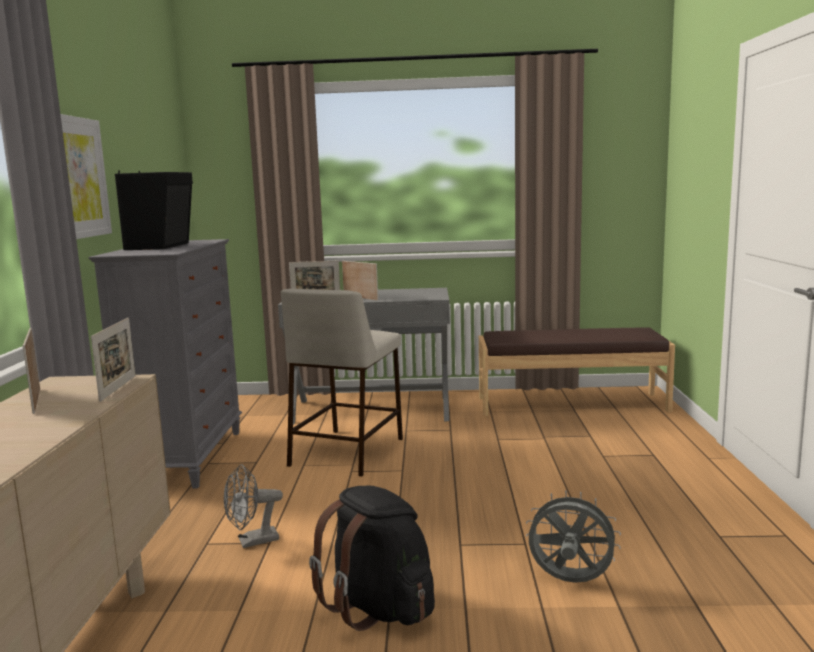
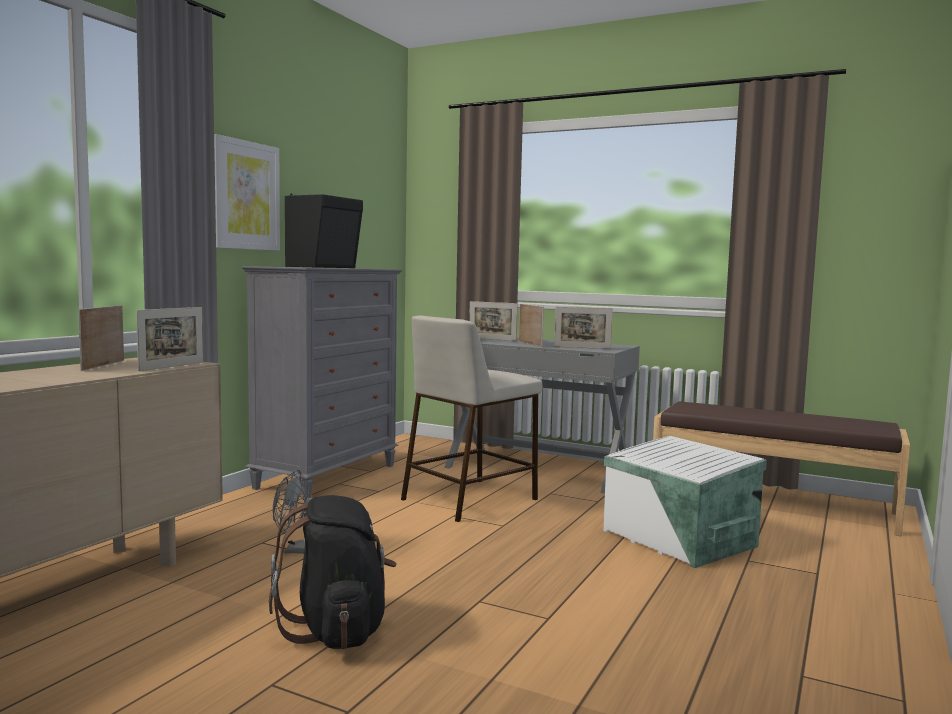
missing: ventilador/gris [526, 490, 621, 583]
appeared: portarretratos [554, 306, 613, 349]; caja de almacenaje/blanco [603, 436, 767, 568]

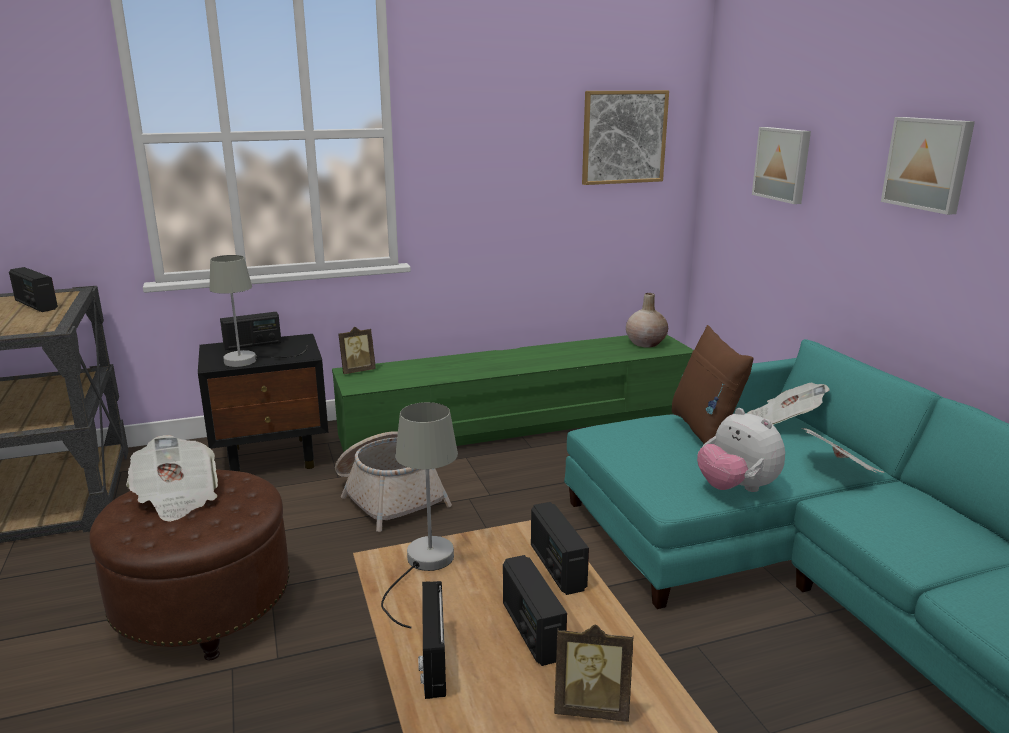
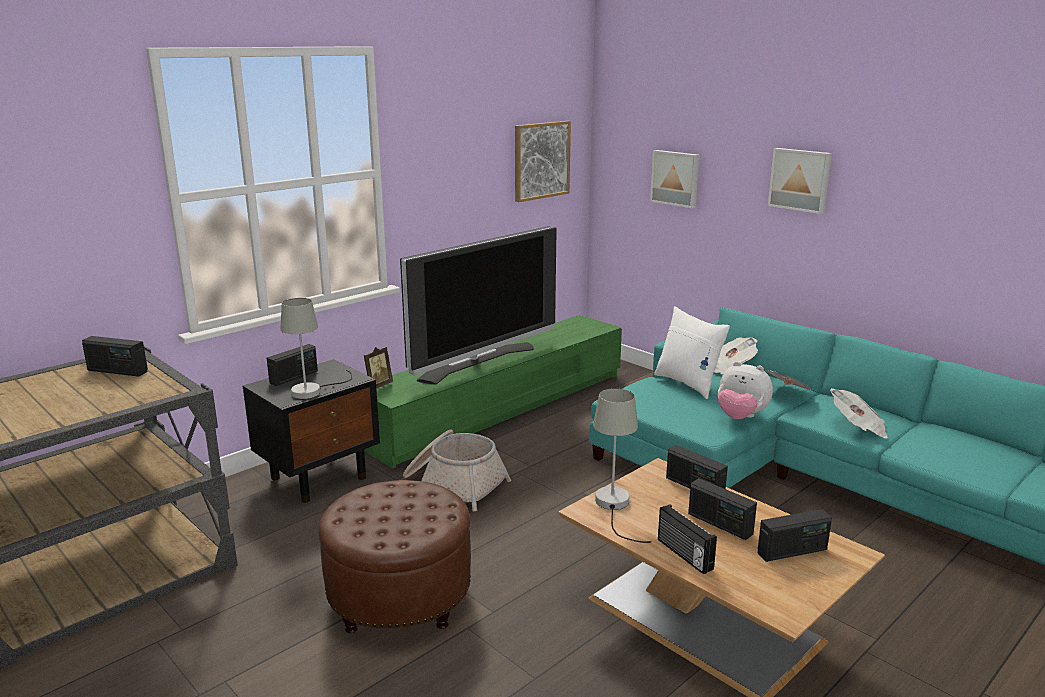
missing: florero/beis [626, 293, 668, 348]
appeared: televisor [400, 226, 557, 384]
relocated: periódico [126, 435, 218, 522] to [830, 388, 887, 438]
exchanged: portarretratos [554, 624, 634, 722] to radio [758, 509, 832, 562]
colour: cojín/marrón [672, 325, 753, 444] to cojín/blanco [654, 306, 730, 399]

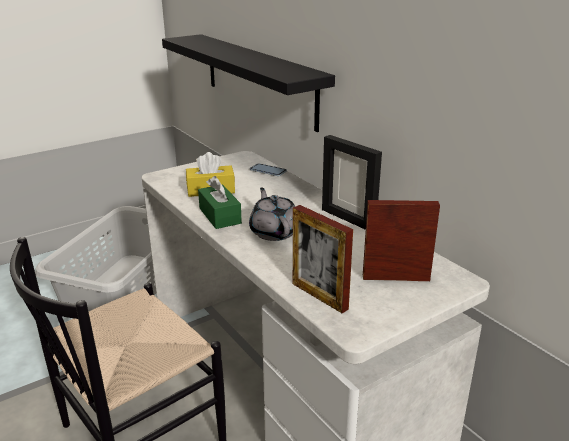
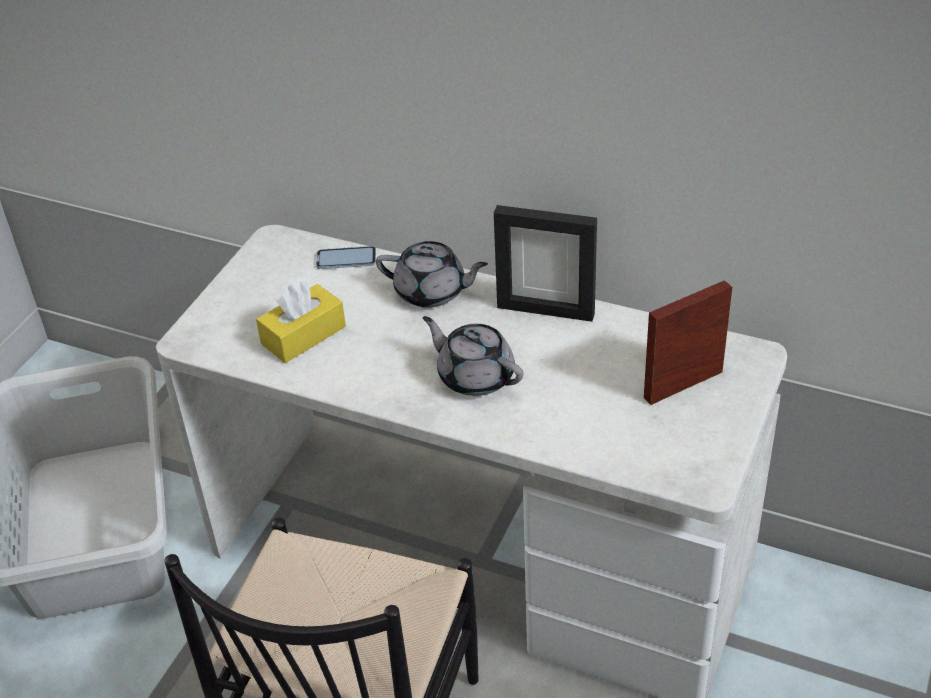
missing: estante/negro [162, 34, 335, 132]; caja de pañuelos/verde [198, 176, 242, 229]; portarretratos [293, 205, 353, 313]
appeared: tetera/gris [376, 241, 488, 308]

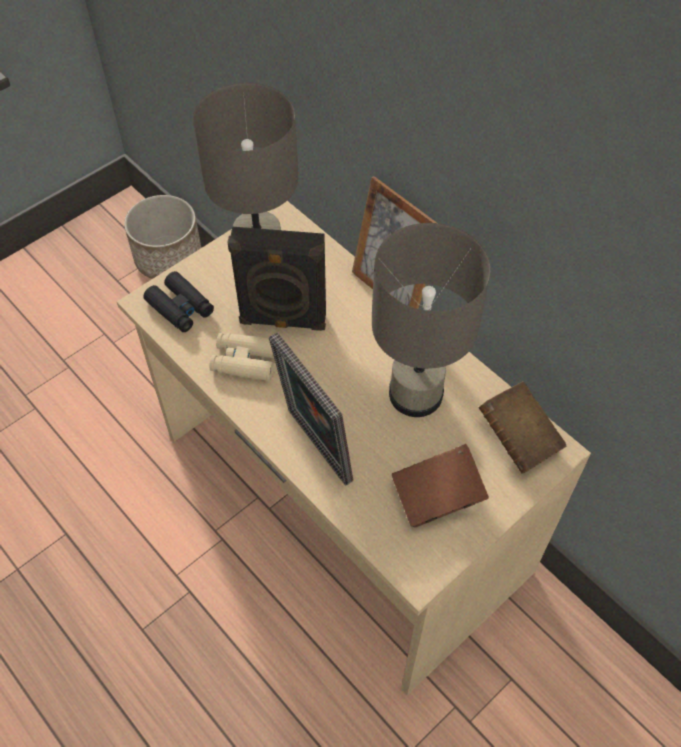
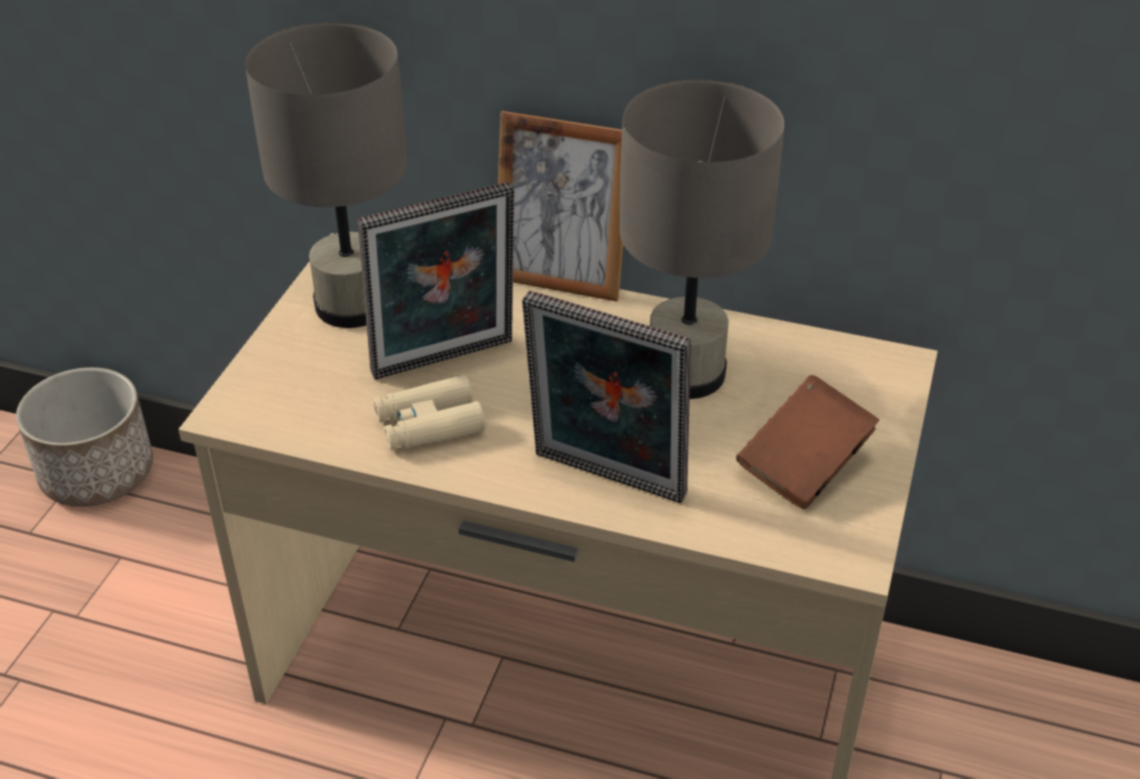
missing: prismáticos/negro [143, 271, 214, 332]; libro/marrón [479, 381, 566, 474]
exchanged: altavoz/negro [227, 227, 326, 331] to portarretratos [358, 182, 514, 380]

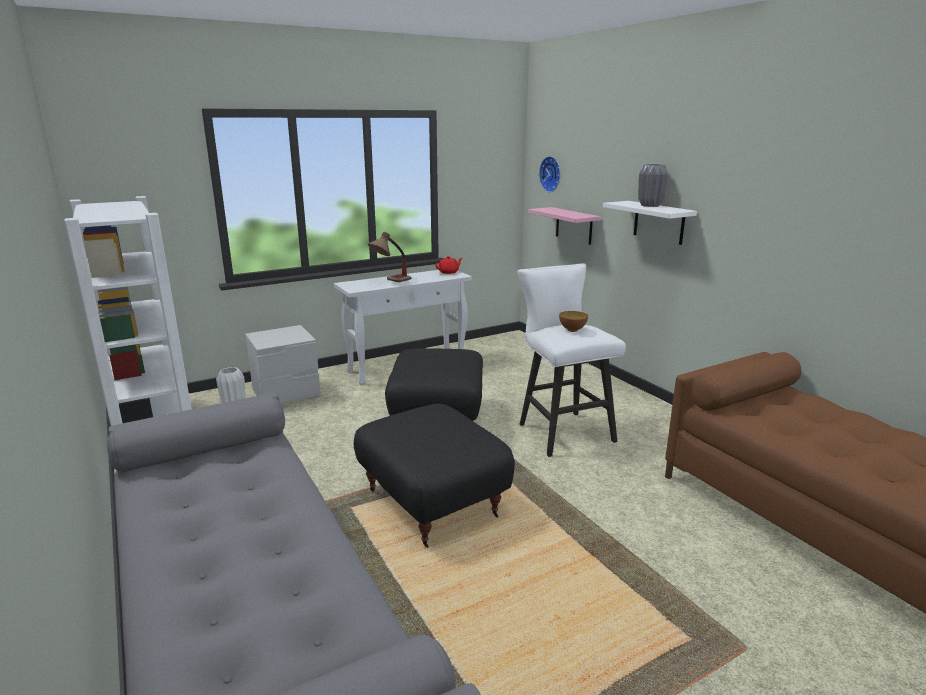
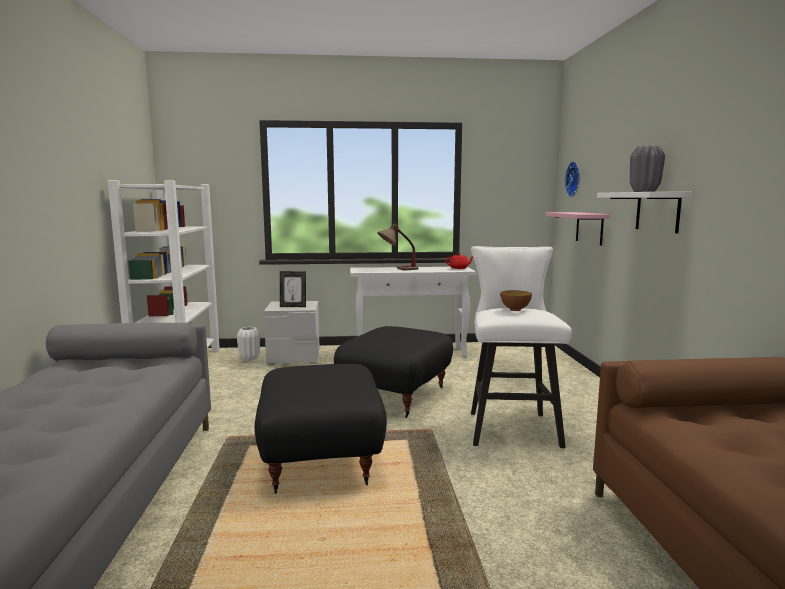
appeared: portarretratos [280, 271, 306, 307]

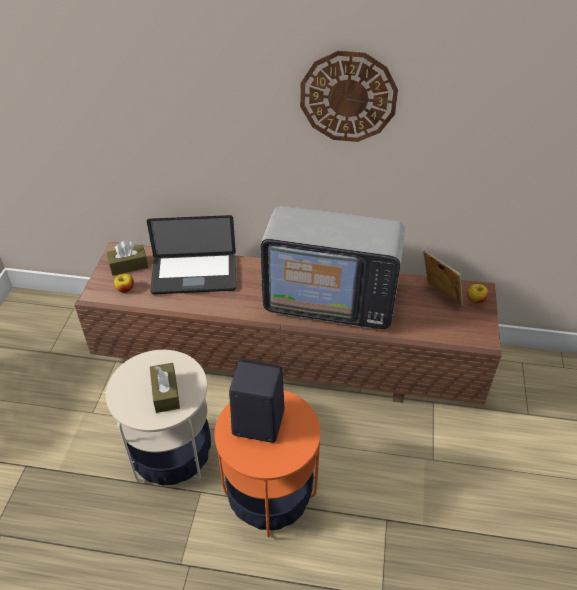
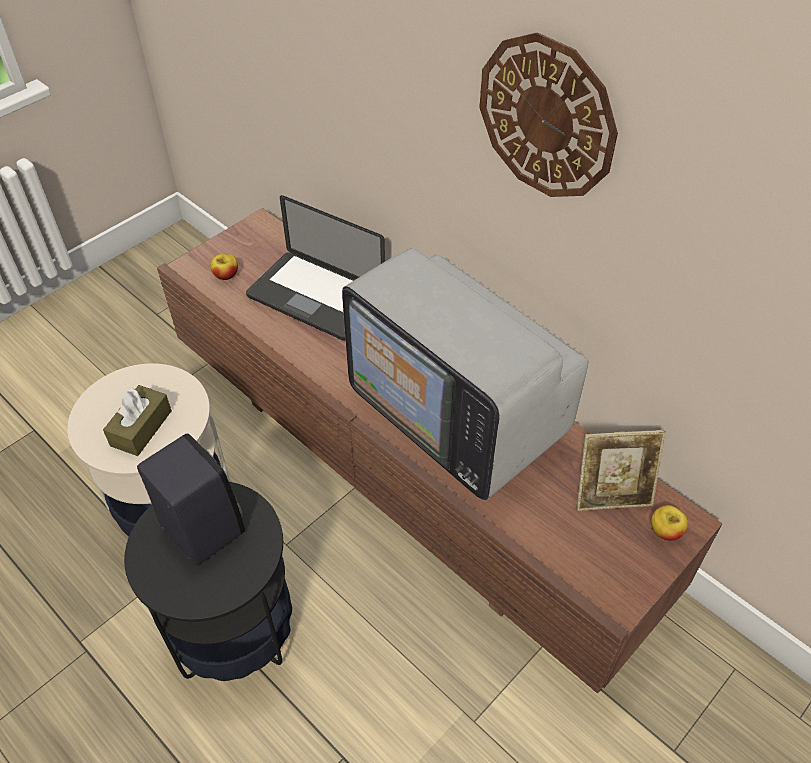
missing: caja de pañuelos/marrón [107, 241, 148, 275]
colour: mesa auxiliar/naranja [214, 390, 321, 537] to mesa auxiliar/negro [124, 482, 292, 681]
spun: portarretratos [423, 250, 463, 305] = [576, 430, 666, 511] 90 degrees clockwise

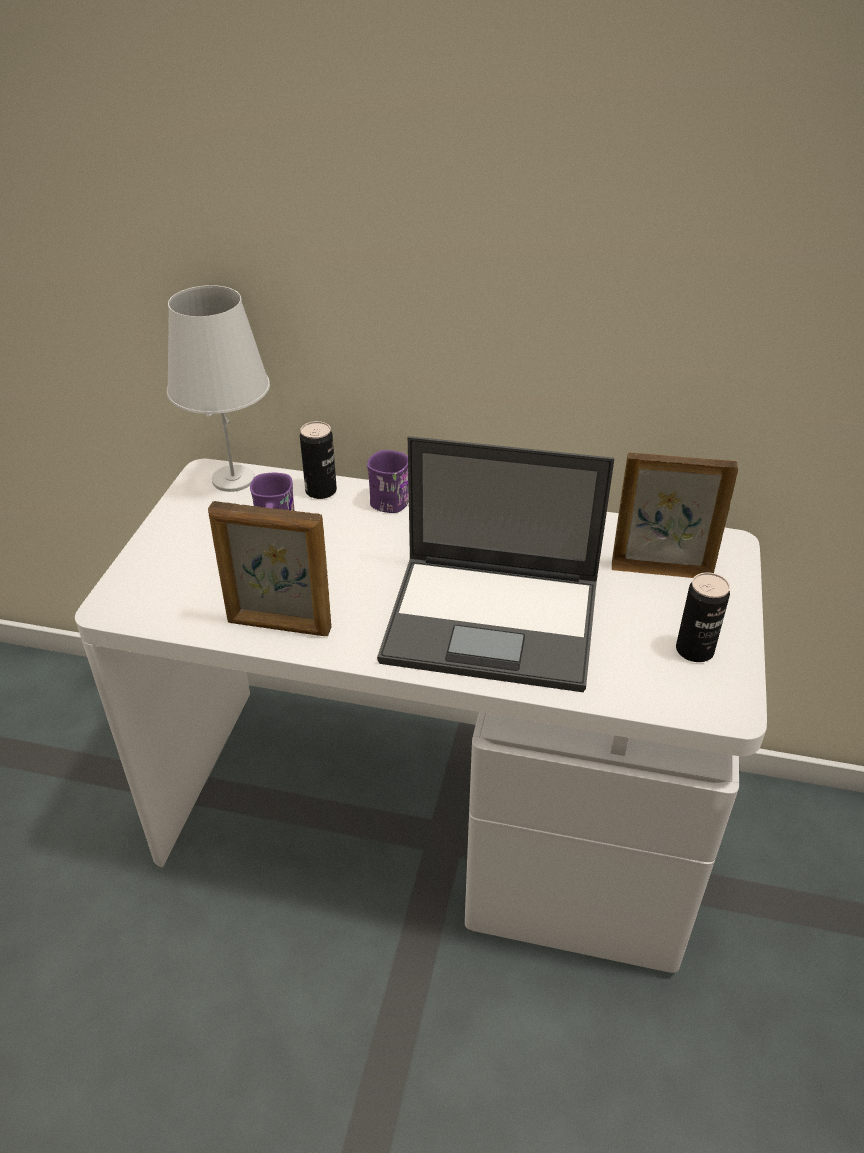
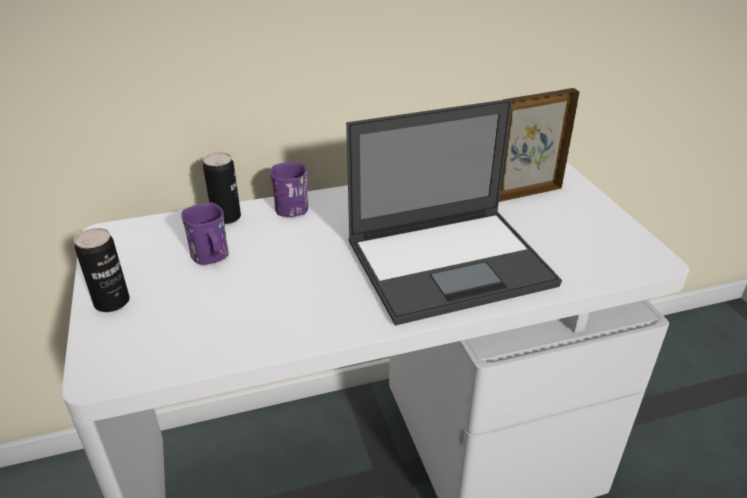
missing: lámpara de mesa/blanco [167, 285, 270, 492]; portarretratos [208, 501, 331, 636]
relocated: lata [676, 573, 730, 662] to [74, 228, 130, 312]

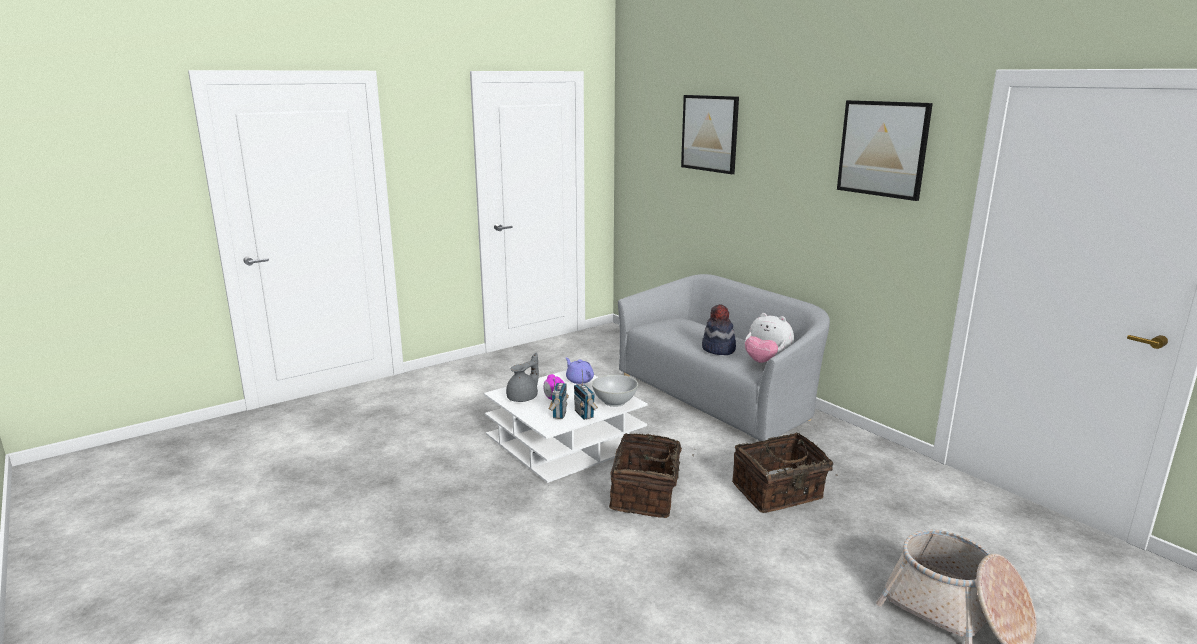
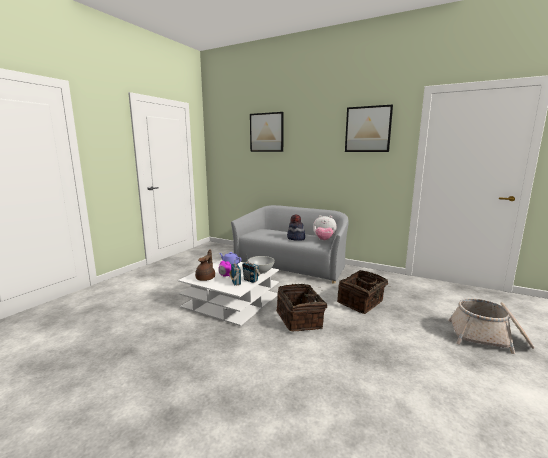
colour: tetera/gris [506, 353, 539, 402] to tetera/marrón [195, 249, 215, 281]

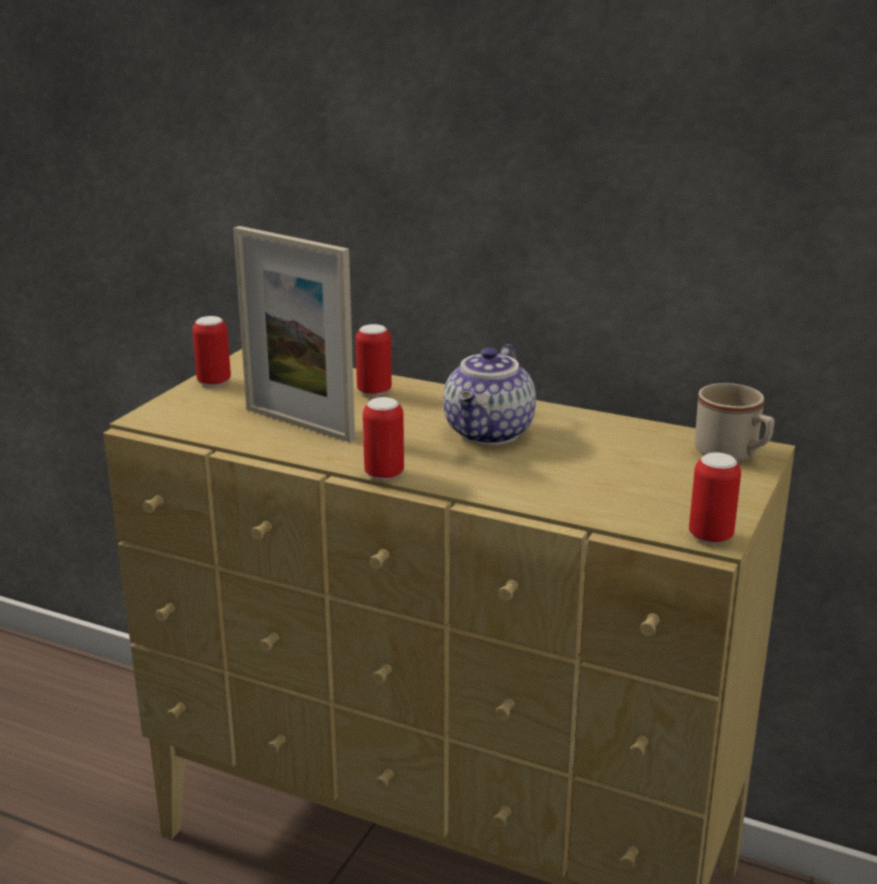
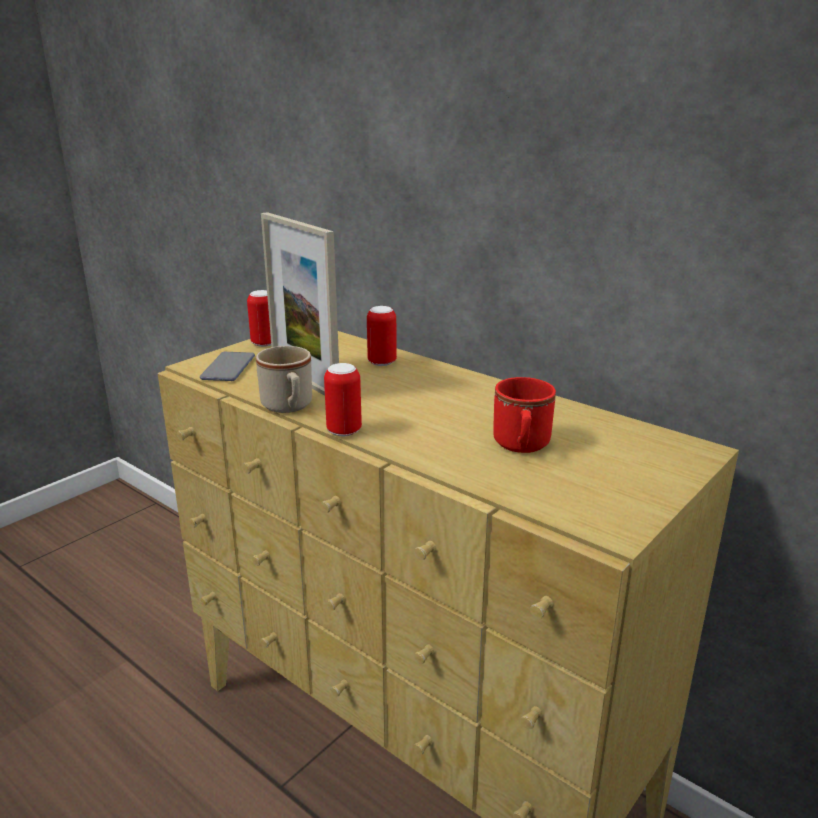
missing: tetera [443, 344, 536, 445]; lata [689, 452, 741, 544]
appeared: móvil [200, 352, 255, 381]; taza grande/rojo [493, 377, 556, 453]
relocated: taza grande/beis [695, 383, 775, 462] to [256, 346, 312, 413]

